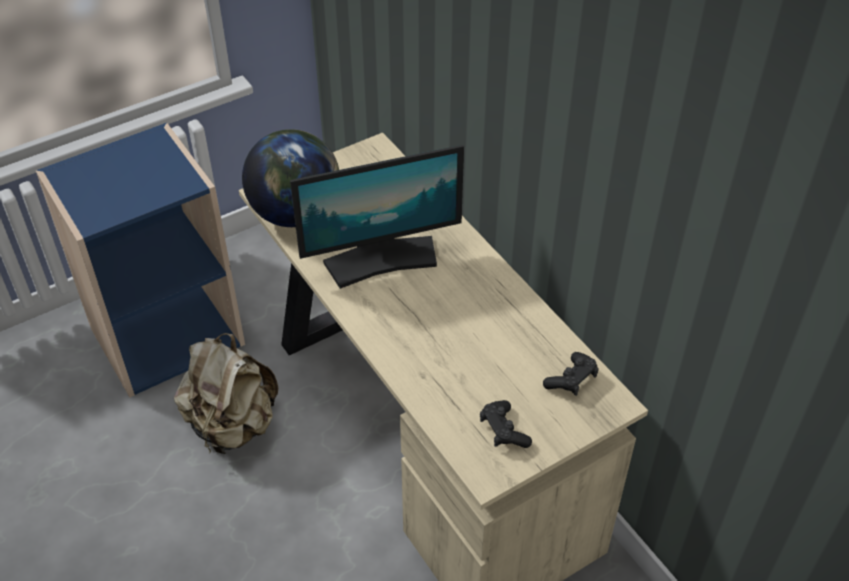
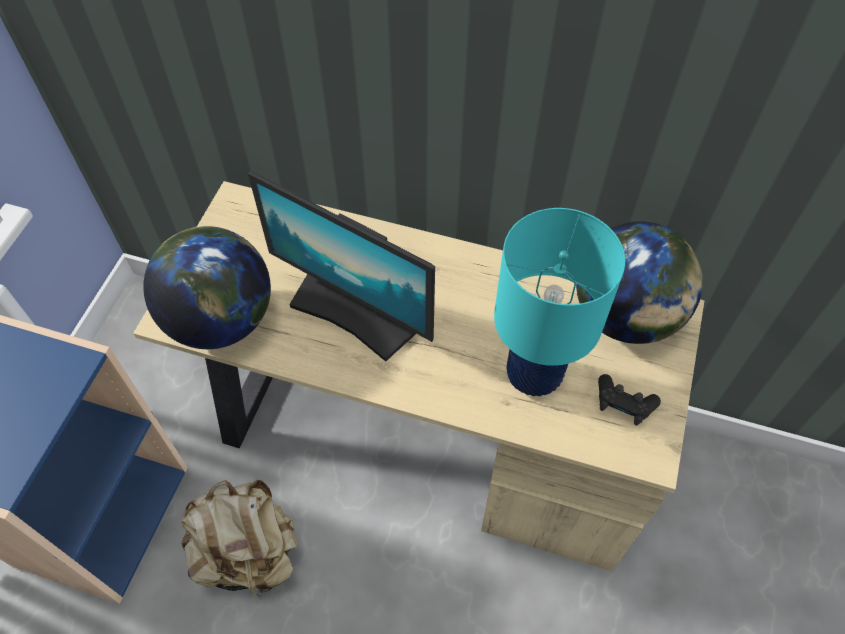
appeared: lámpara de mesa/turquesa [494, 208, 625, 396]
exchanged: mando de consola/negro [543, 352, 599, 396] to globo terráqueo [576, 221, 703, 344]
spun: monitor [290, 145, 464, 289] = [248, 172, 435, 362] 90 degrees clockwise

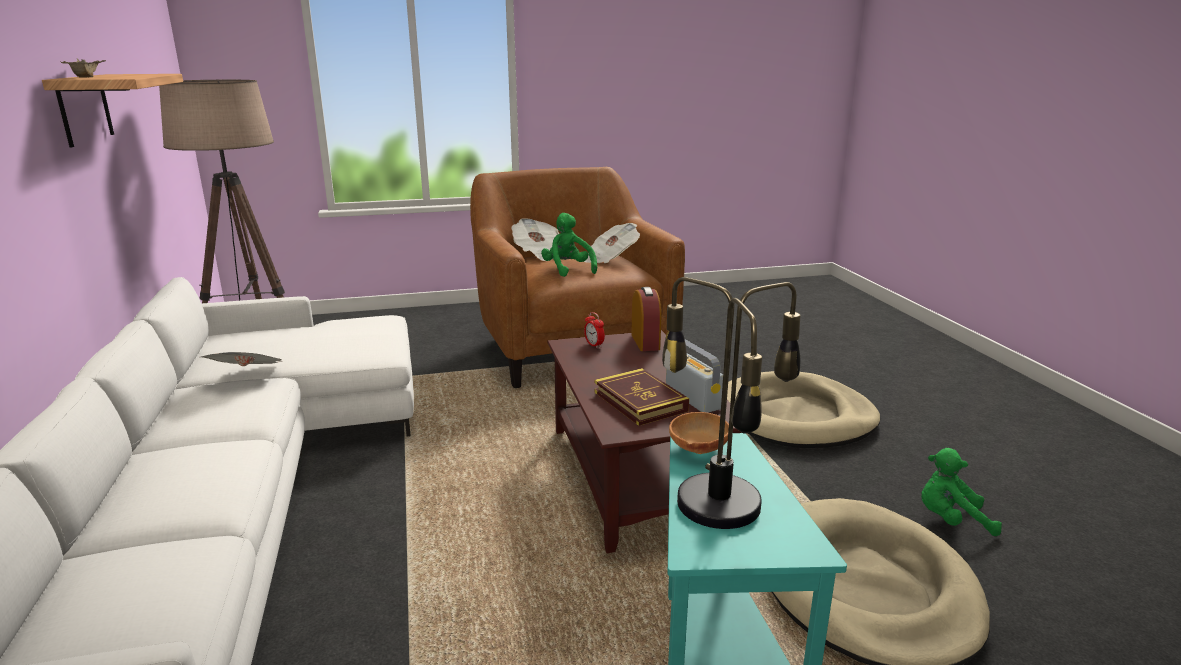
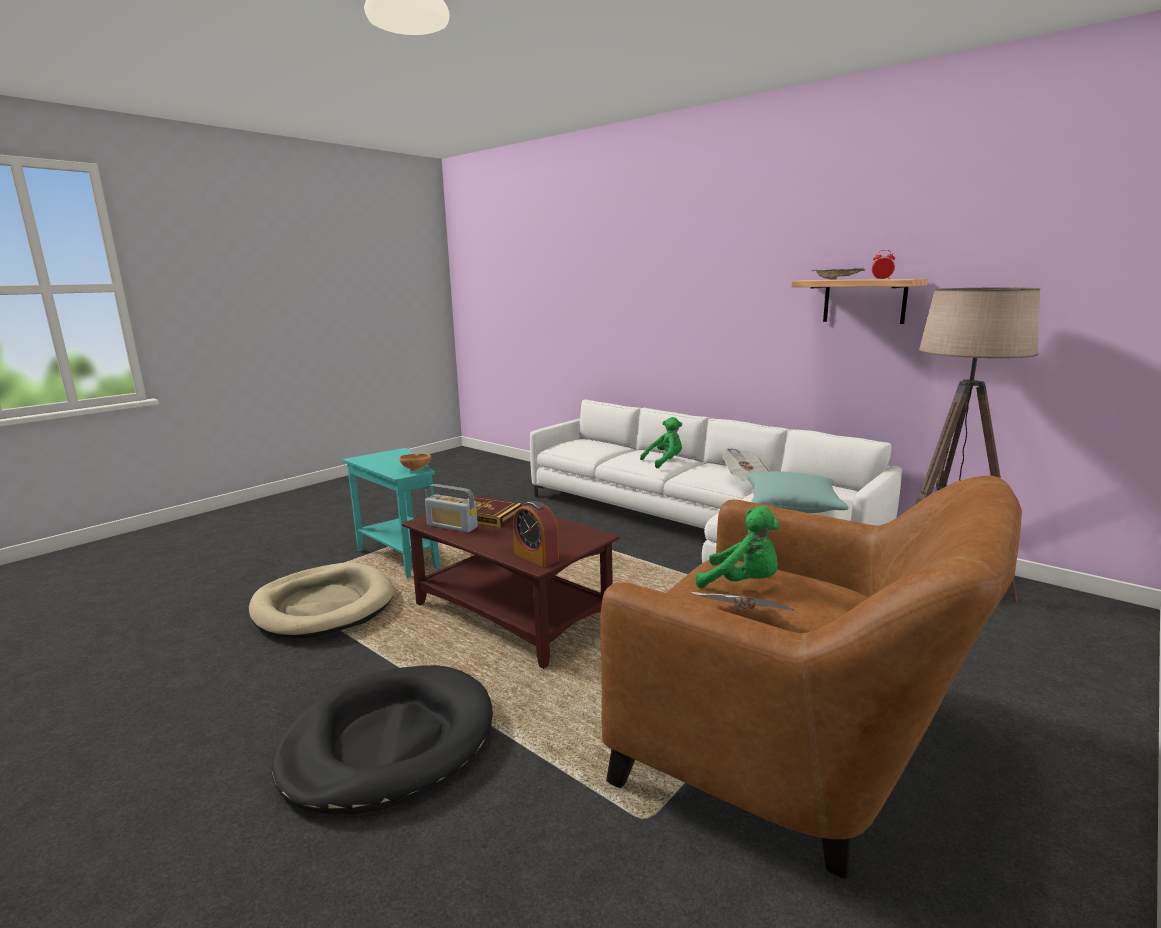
missing: periódico [511, 219, 559, 261]; lámpara de mesa [662, 277, 801, 529]
appeared: cojín/turquesa [746, 471, 849, 513]
relocated: despertador [584, 312, 605, 348] to [872, 250, 895, 279]; peluche/verde [921, 448, 1002, 536] to [640, 417, 682, 468]
colour: cama para perro/beis [727, 371, 880, 448] to cama para perro/negro [271, 665, 493, 814]

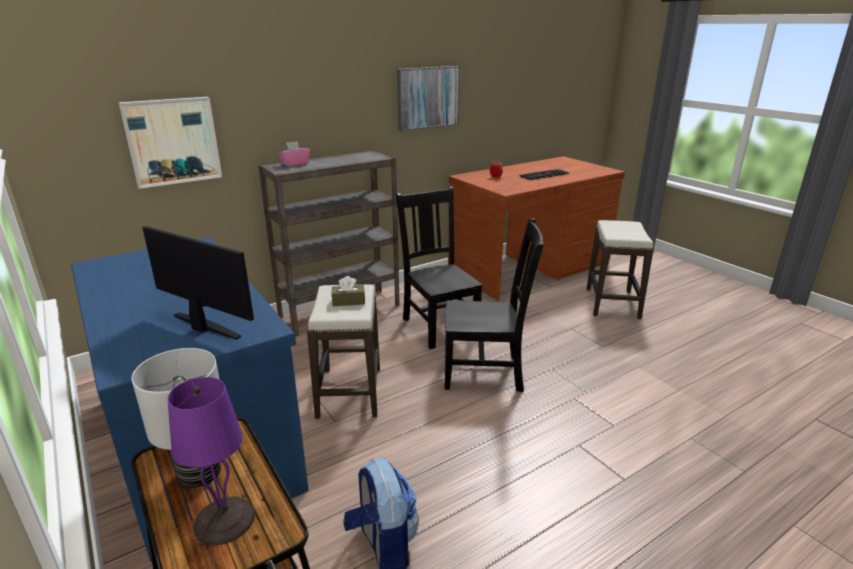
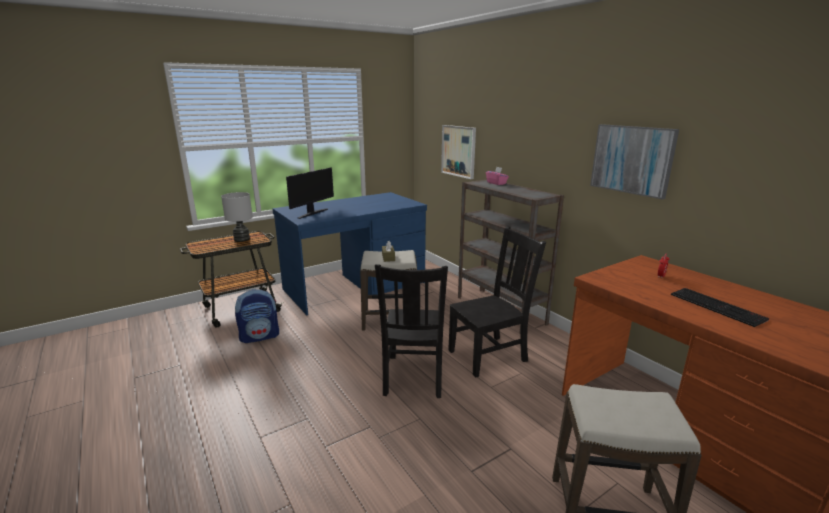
missing: lámpara de mesa/morado [168, 377, 255, 545]

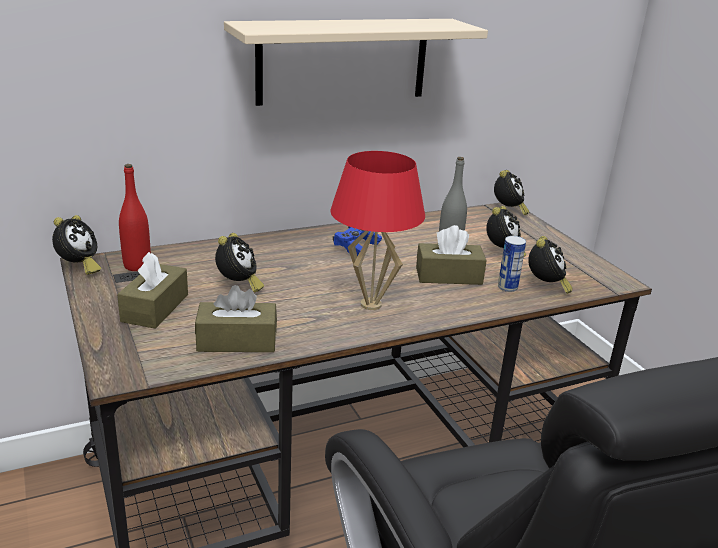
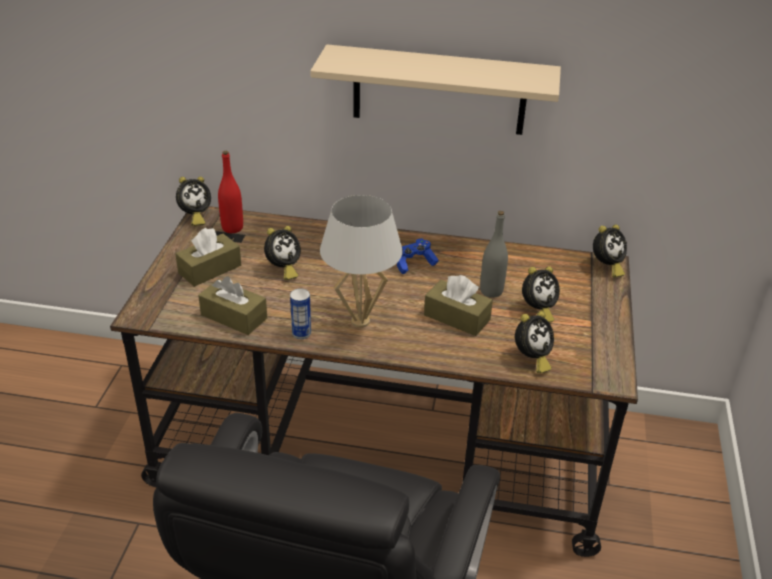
relocated: lata [498, 236, 526, 292] to [290, 288, 311, 339]
colour: lámpara de mesa/rojo [330, 151, 425, 310] to lámpara de mesa/blanco [320, 195, 403, 328]

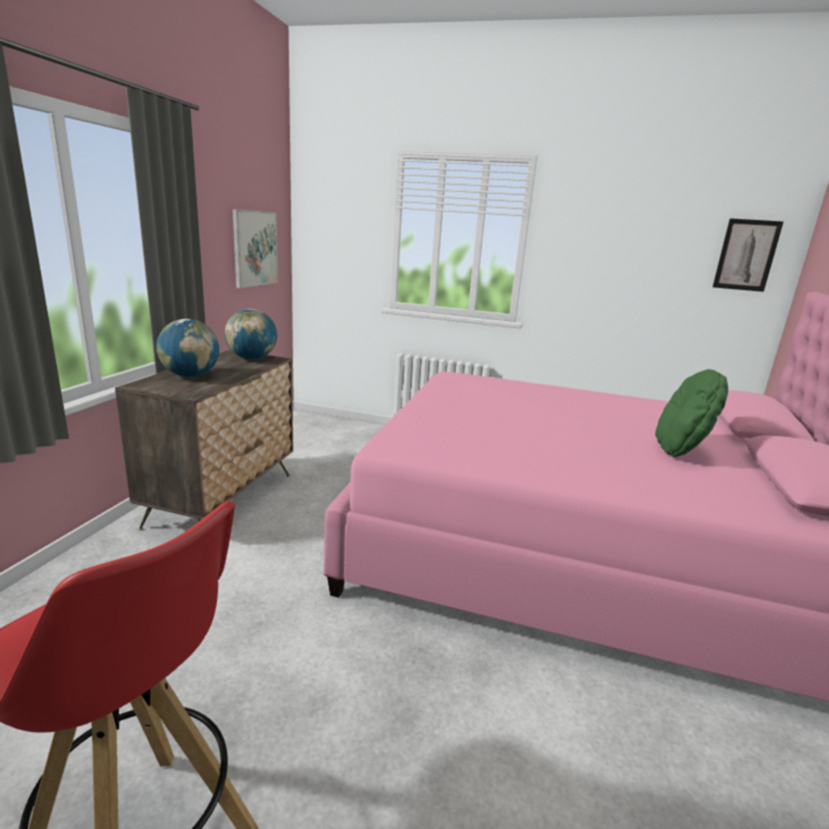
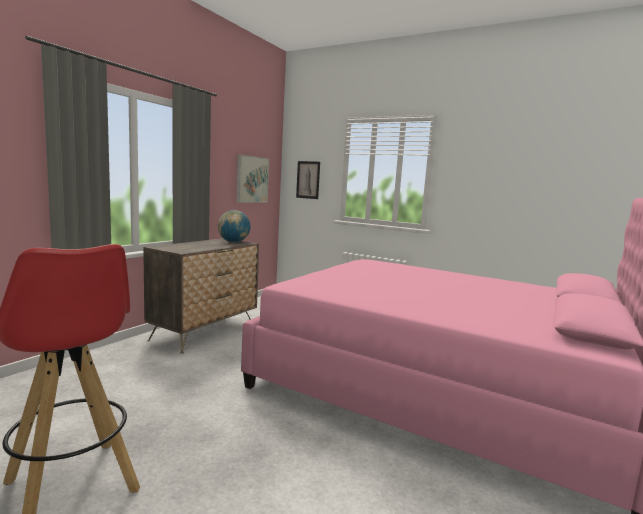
missing: globo terráqueo [156, 319, 219, 377]; cojín/verde [655, 369, 728, 457]
relocated: cuadro [713, 218, 783, 292] to [296, 161, 320, 199]

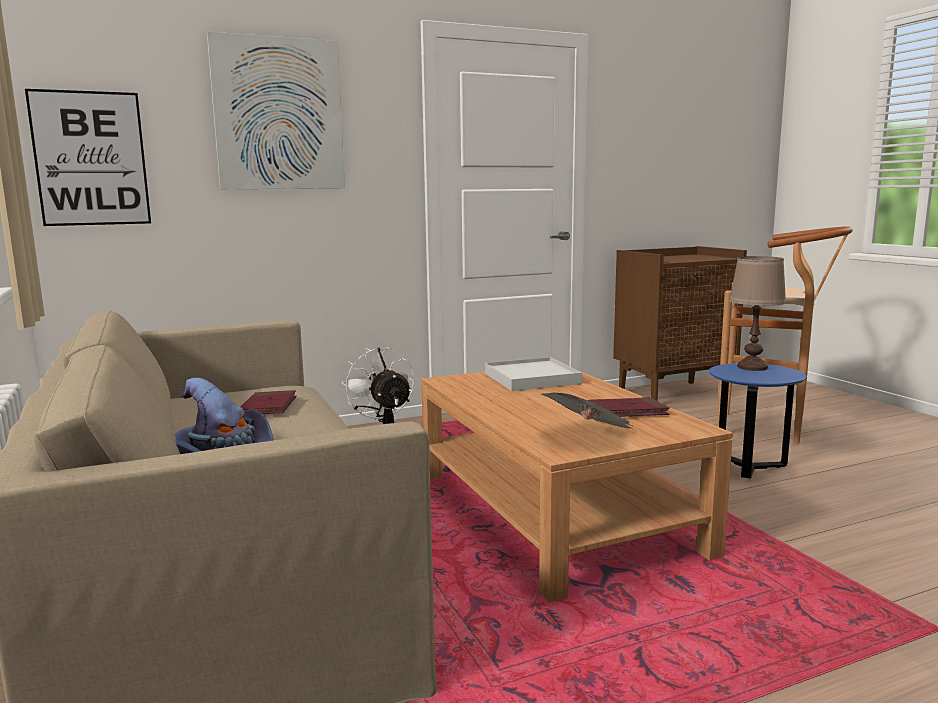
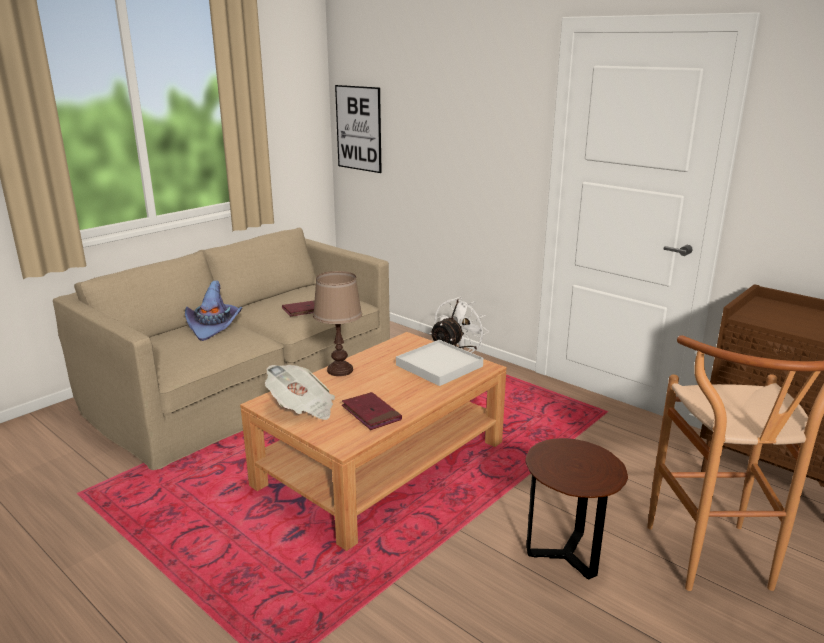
missing: cuadro [207, 32, 345, 189]
relocated: lámpara de mesa/marrón [729, 256, 786, 371] to [313, 271, 362, 376]
colour: mesa auxiliar/azul [709, 363, 807, 479] to mesa auxiliar/marrón [525, 438, 628, 580]

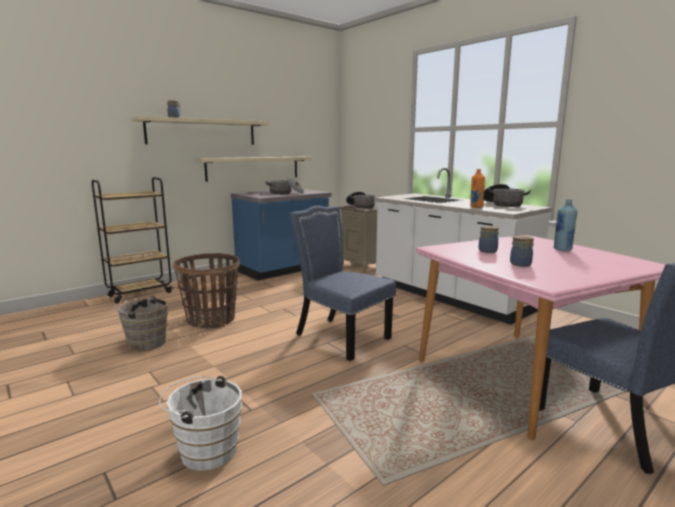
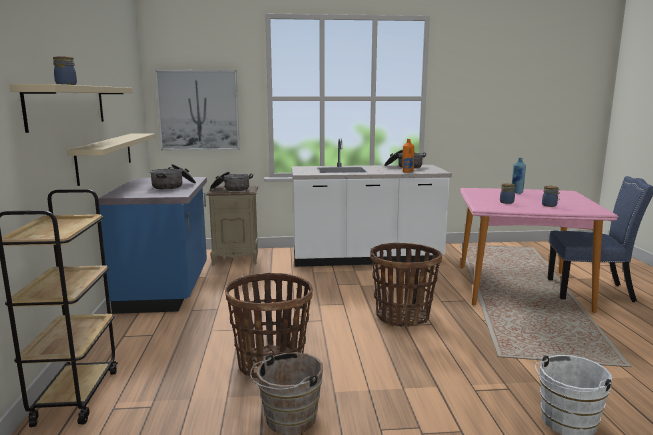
appeared: cuadro [155, 70, 240, 150]
exchanged: silla/azul [289, 205, 396, 361] to cesta [370, 243, 442, 327]

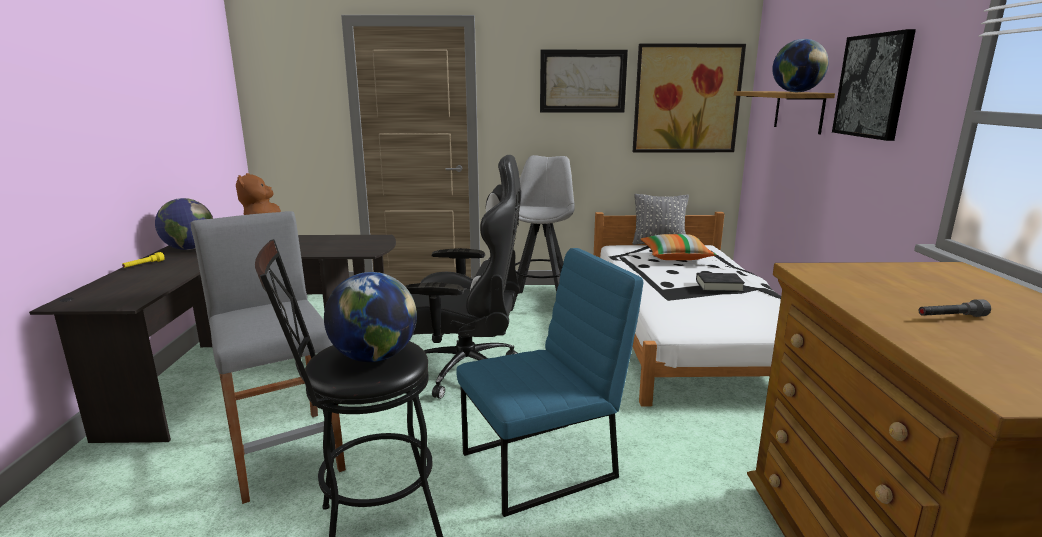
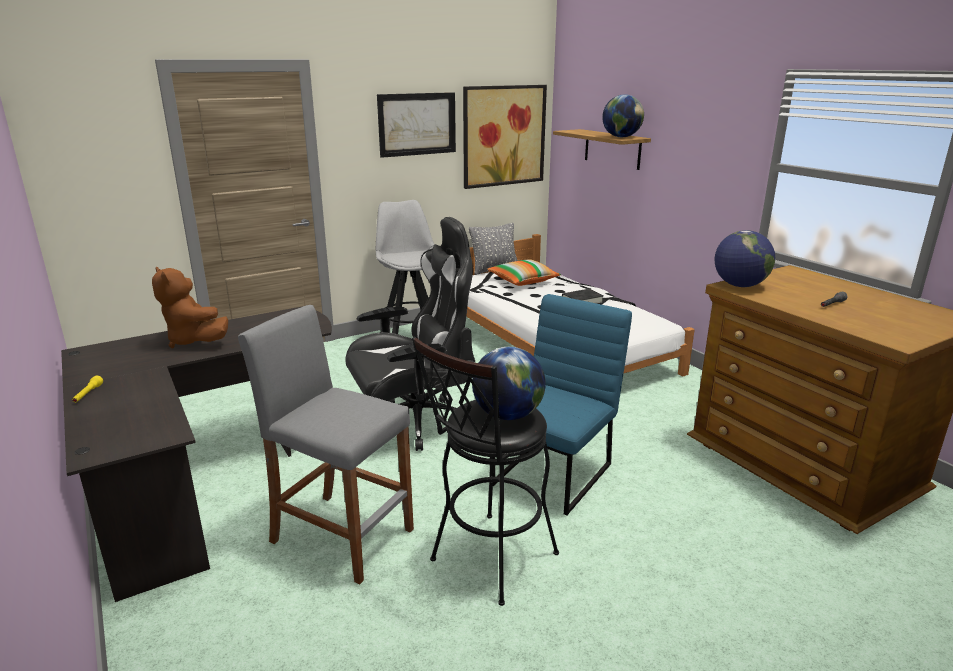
missing: cuadro [832, 29, 916, 141]
relocated: globo terráqueo [155, 198, 213, 250] to [715, 230, 775, 287]

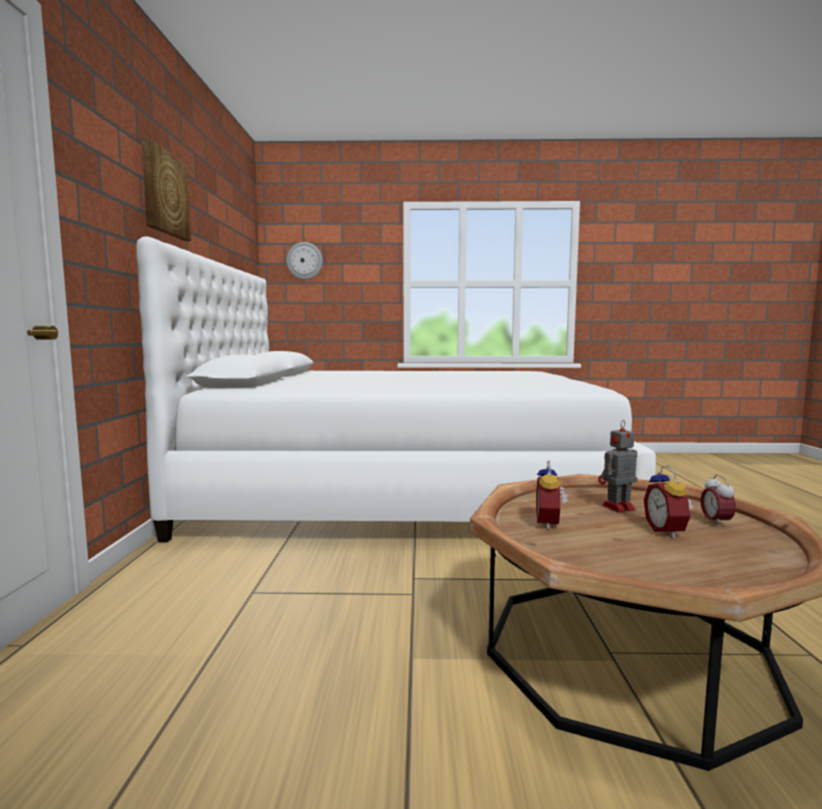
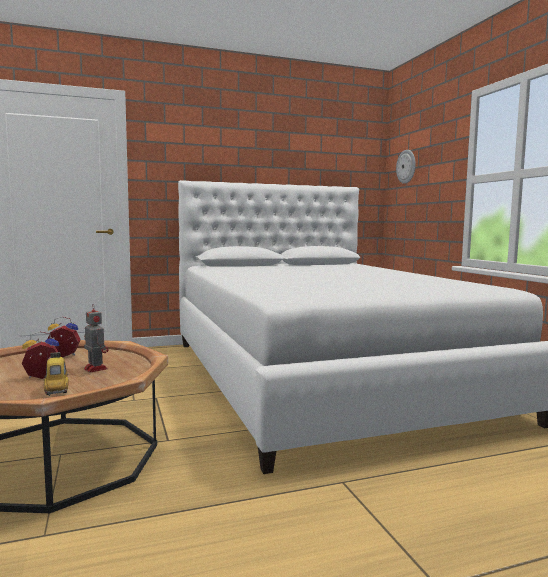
missing: cuadro [141, 138, 191, 241]
exchanged: despertador [700, 475, 736, 528] to coche de juguete [44, 352, 68, 396]

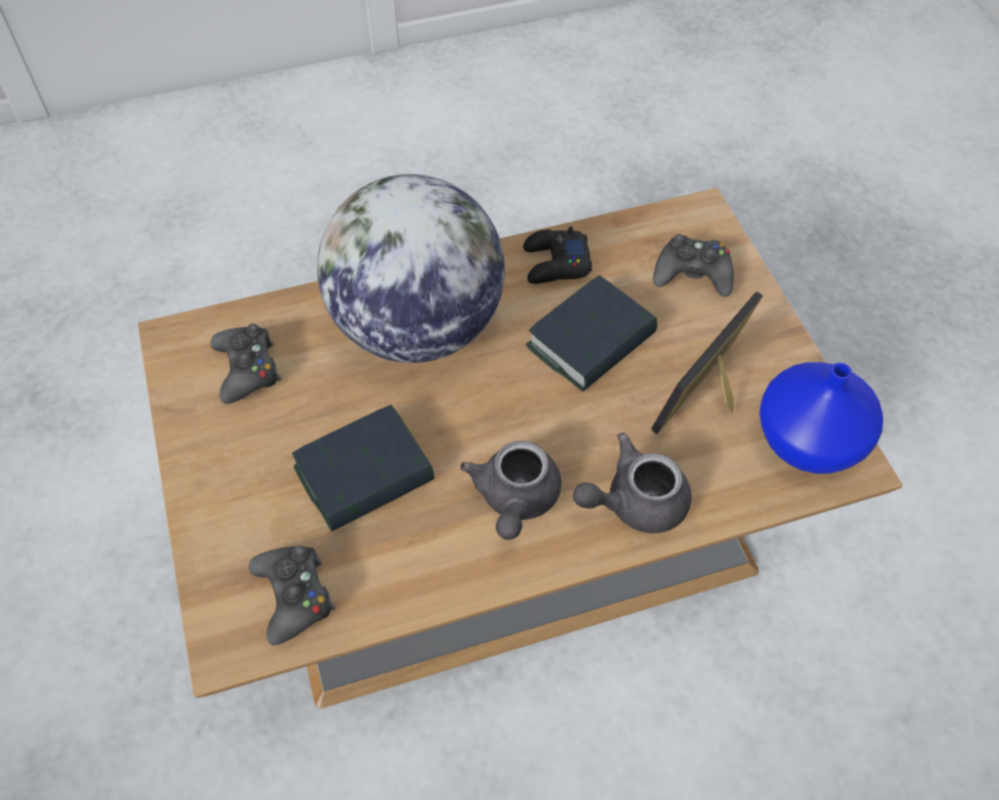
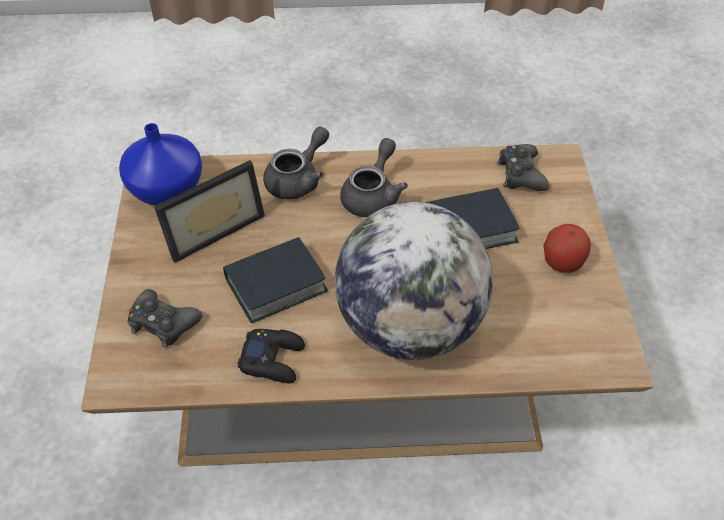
missing: mando de consola/negro [210, 323, 281, 404]
appeared: manzana [543, 224, 591, 273]
spun: tetera/gris [573, 433, 692, 533] = [263, 126, 329, 199] 45 degrees counterclockwise

